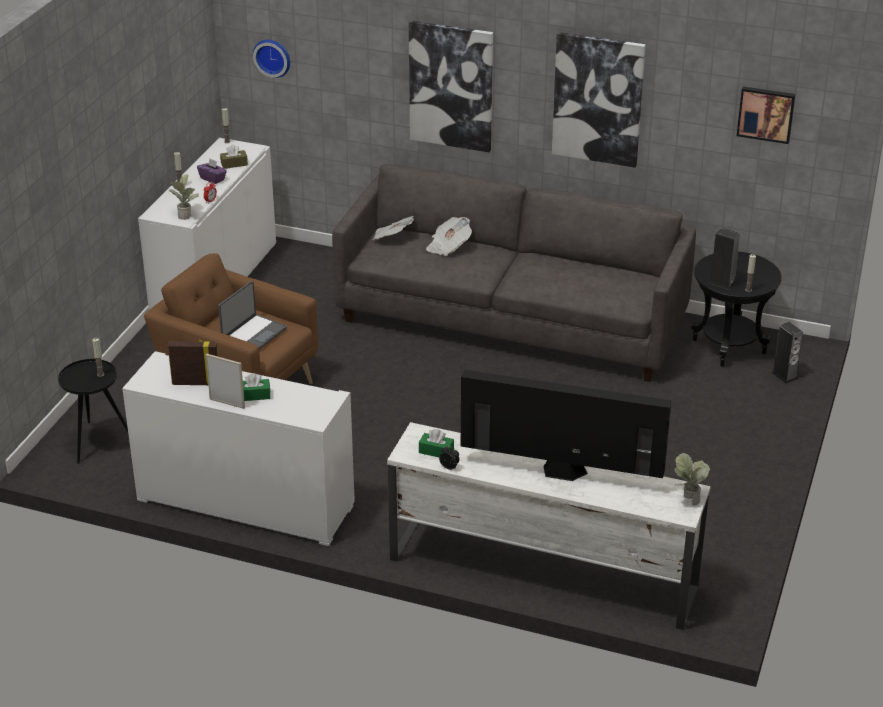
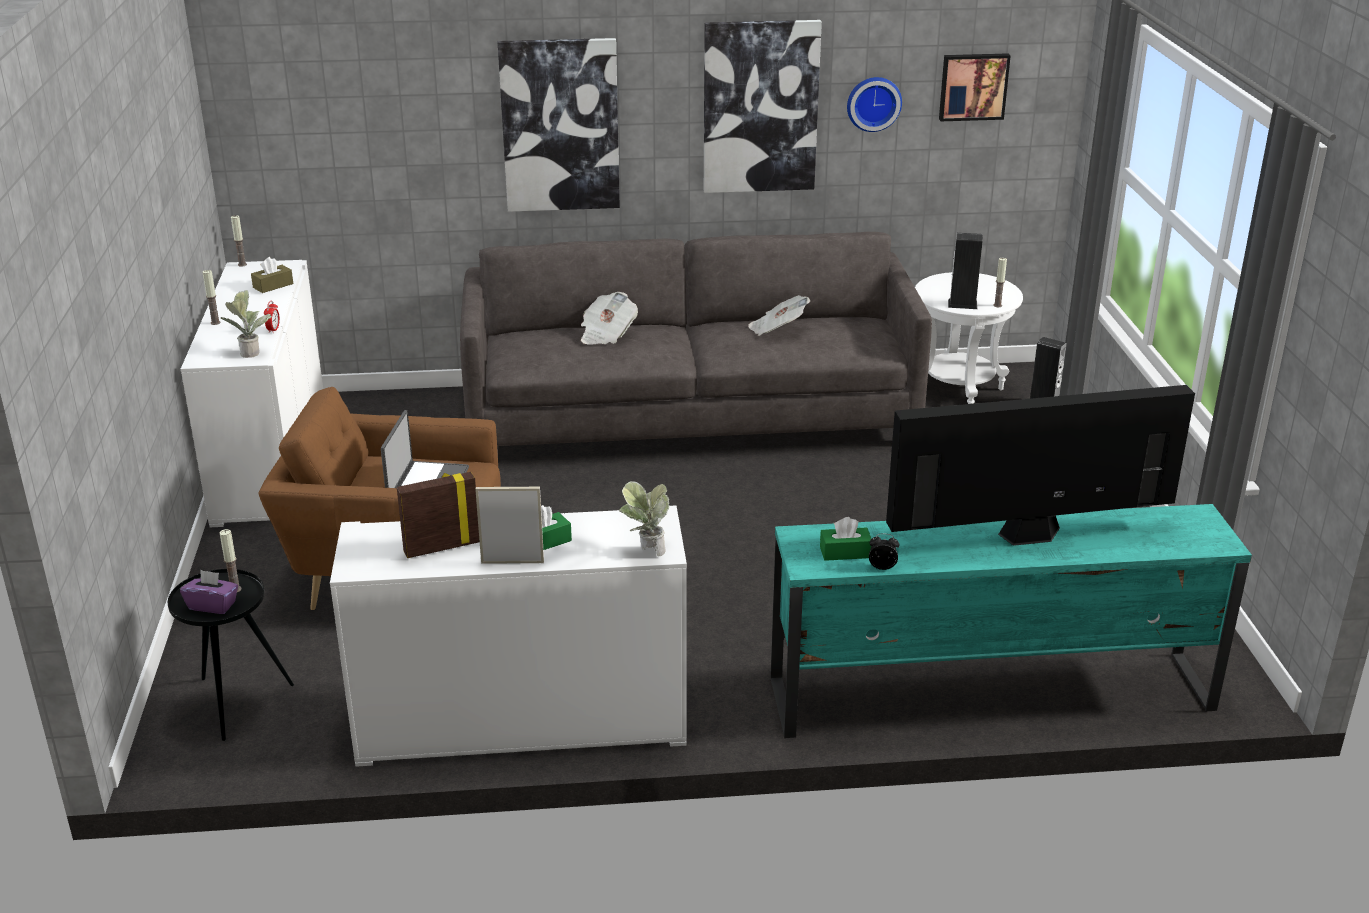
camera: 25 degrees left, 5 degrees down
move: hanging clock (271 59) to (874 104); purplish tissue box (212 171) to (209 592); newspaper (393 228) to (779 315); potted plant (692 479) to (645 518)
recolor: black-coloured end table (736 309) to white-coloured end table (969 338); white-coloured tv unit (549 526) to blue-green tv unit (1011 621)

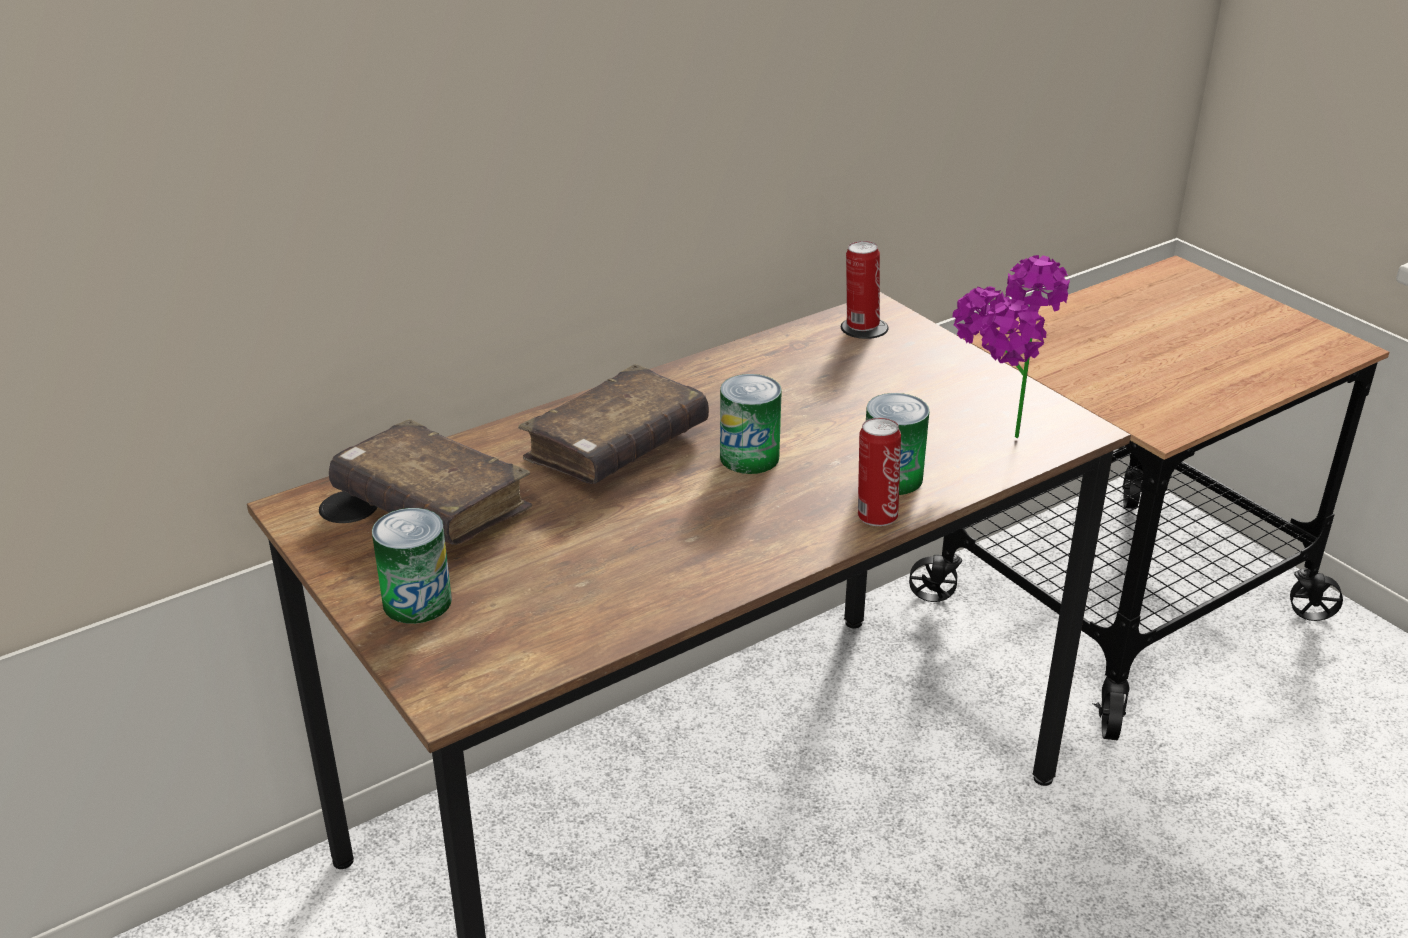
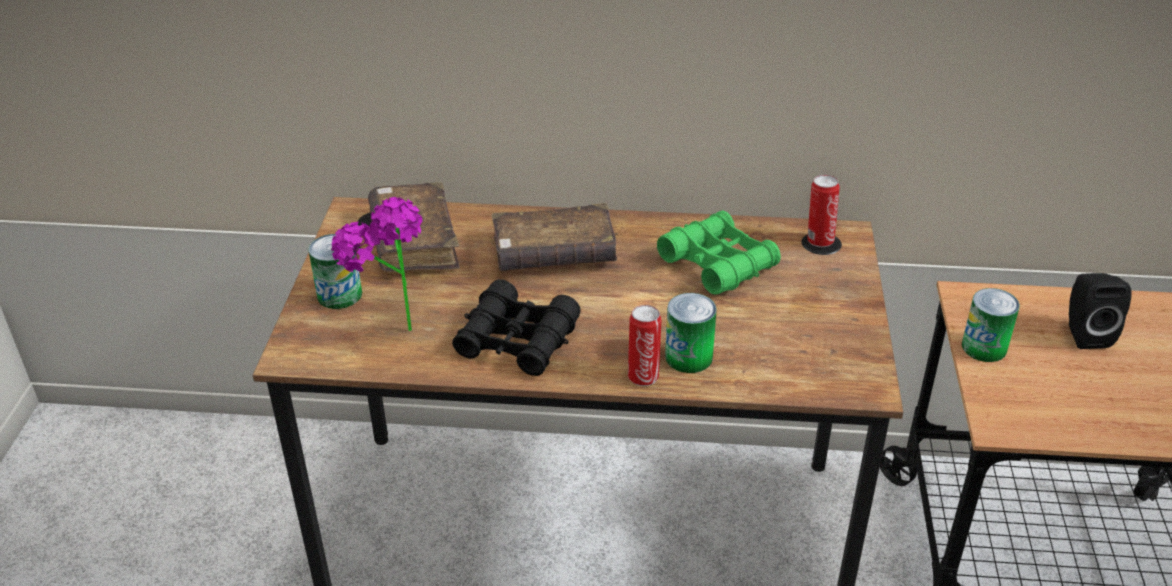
camera: 40 degrees right, 5 degrees up
insert: green-coloured binoculars (719 253); black-coloured audio speaker (1100 311); black-coloured binoculars (516 327)
move: potted plant (1011 346) to (376 264); metal can (751 424) to (991 325)

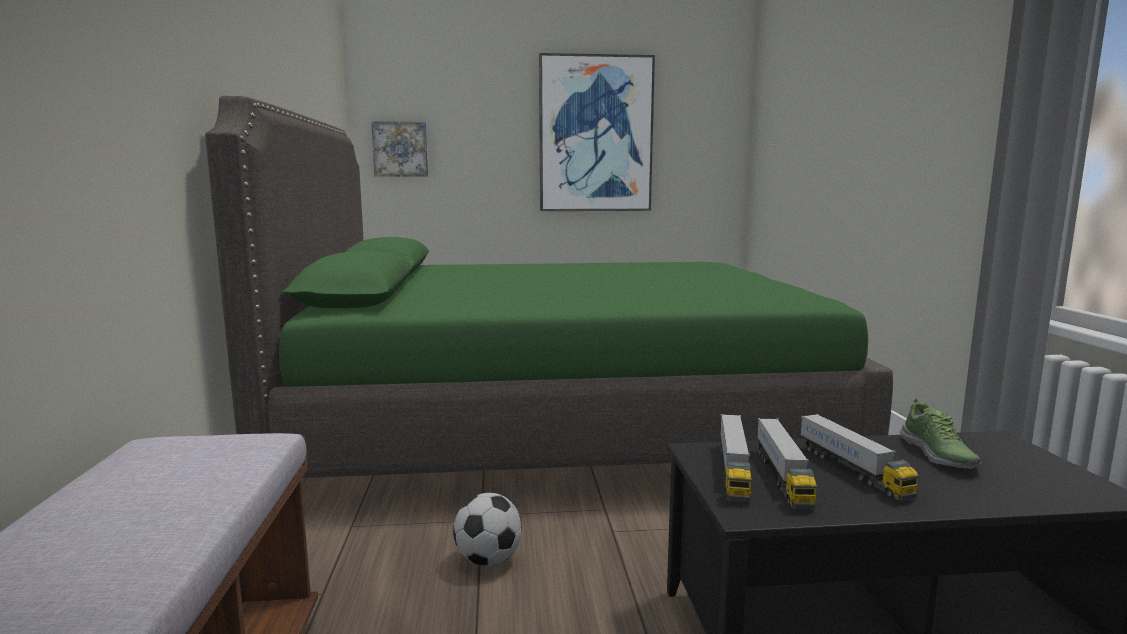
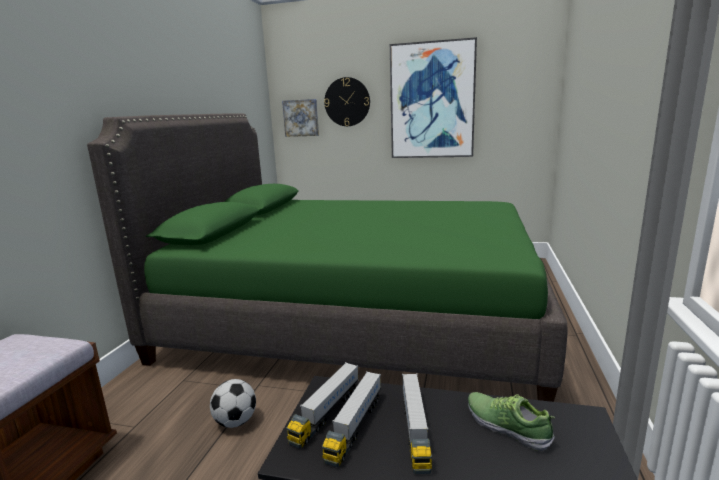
camera: 20 degrees right, 5 degrees up
insert: hanging clock (347 101)
rotate: item of footwear (940 433) = (511 421) 120 degrees clockwise

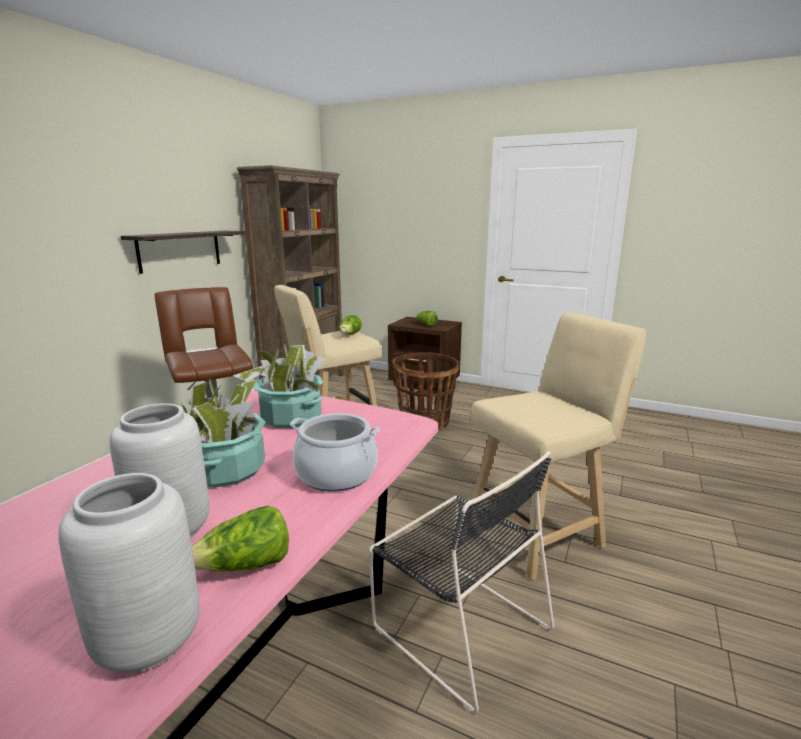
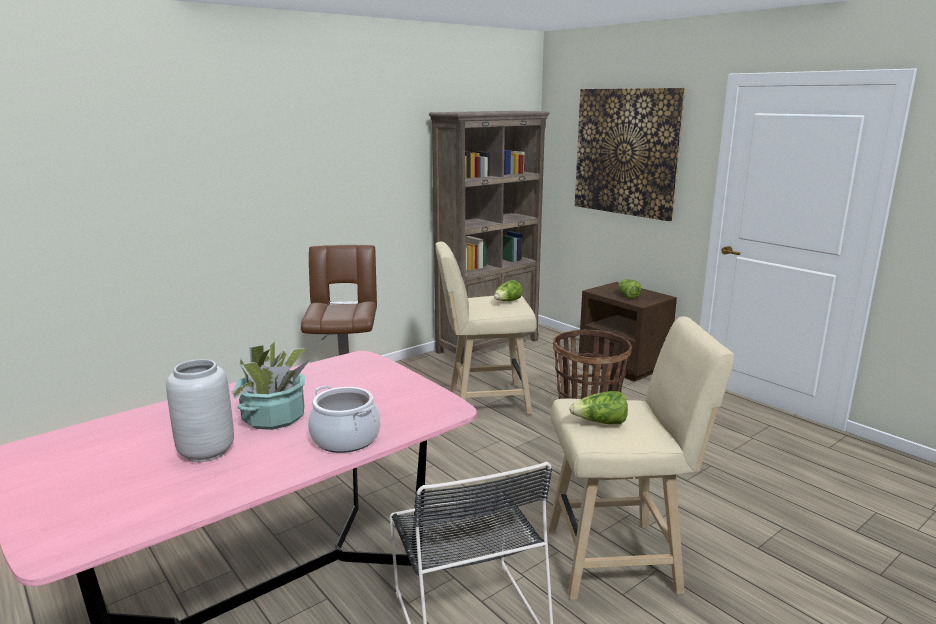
camera: 25 degrees right, 0 degrees up
delete: wall shelf (183 252); potted plant (278 386); grey decorative vase (129 573)
insert: wall art (630 154)
move: lettuce (240 539) to (598 407)

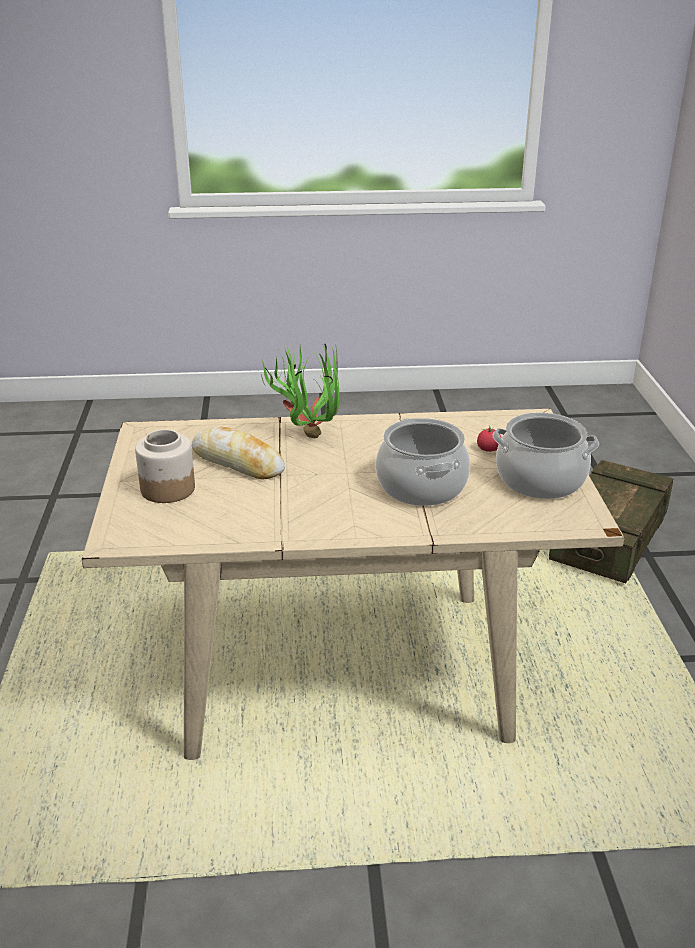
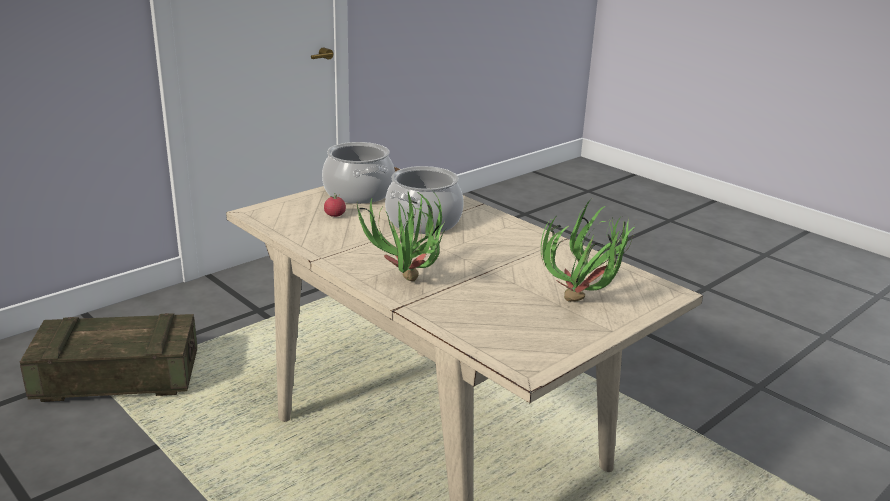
camera: 130 degrees left, 5 degrees down
delete: baked bread (238 453)
replace: jar (165 466) to potted plant (587 250)

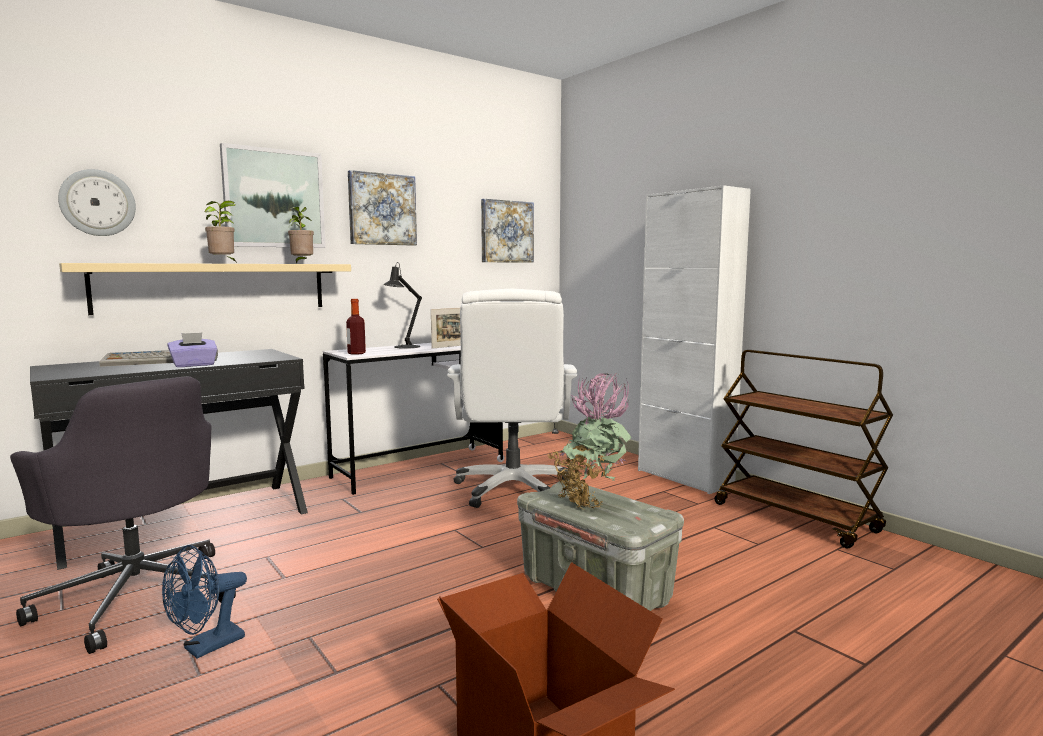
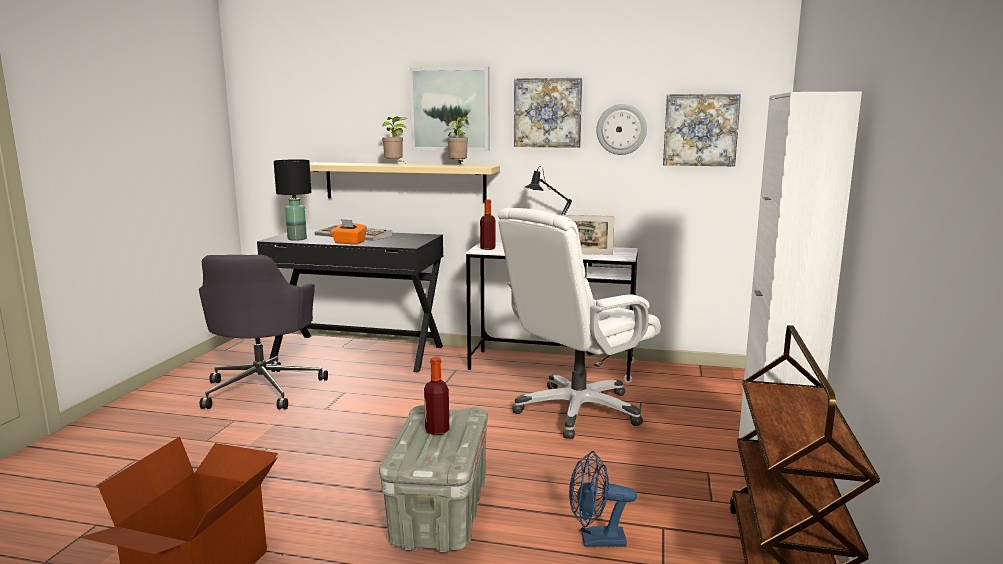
camera: 50 degrees right, 5 degrees up
insert: black-coloured tabletop lamp (292 200)
move: hanging clock (97 202) to (621 129); bluish fan (204 601) to (603 499)
replace: potted plant (589 441) to bottle (437 396)
recolor: purplish tissue box (192 349) to orange tissue box (349 232)

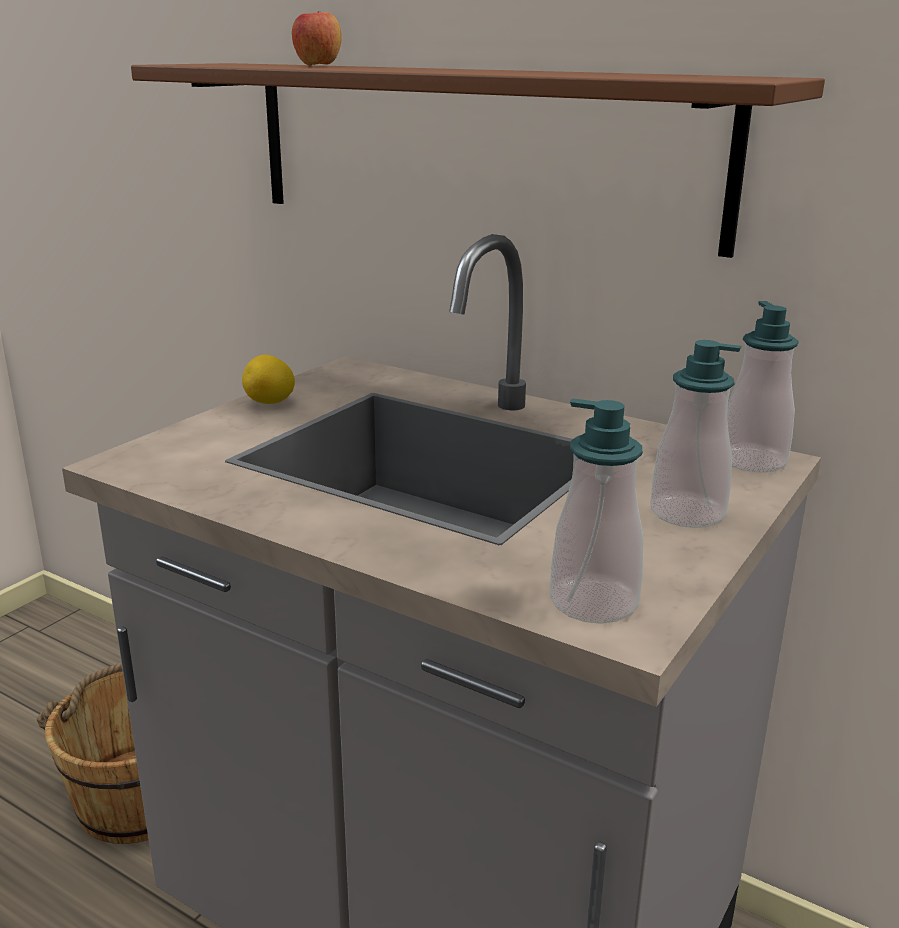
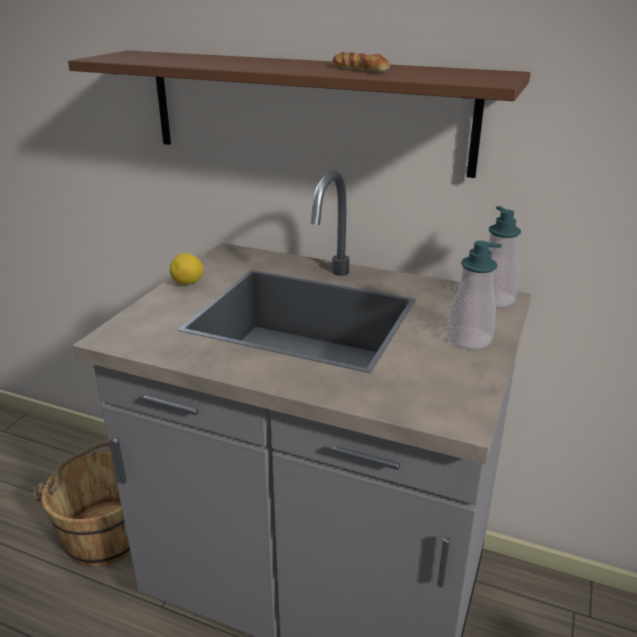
camera: 10 degrees left, 5 degrees up
delete: whole apple (317 38); soap bottle (596 511)
insert: baked bread (361 62)

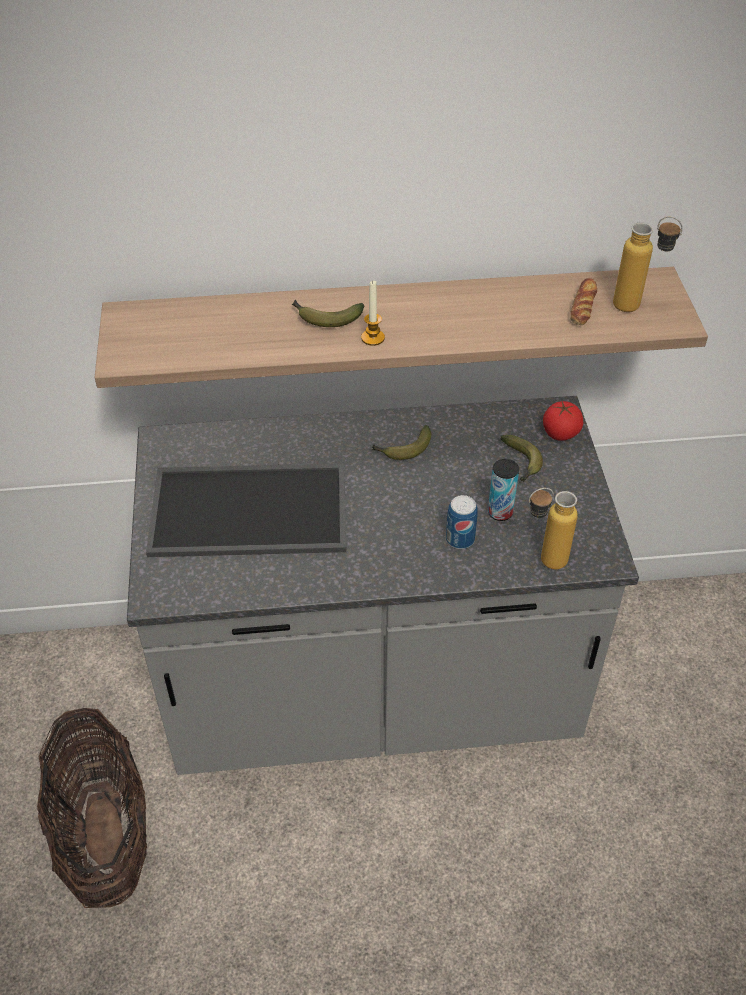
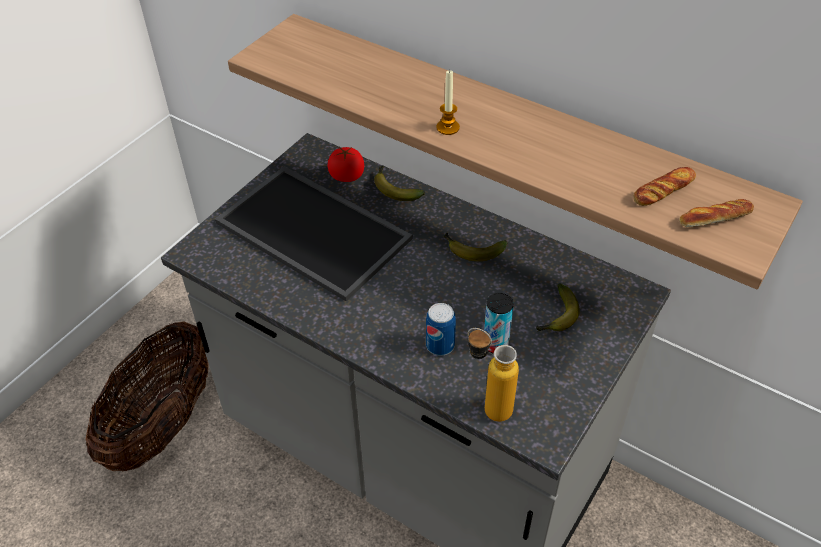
camera: 40 degrees right, 0 degrees up
move: whole banana (328 313) to (399 183); whole tomato (563 421) to (345 164)
replace: bottle (648 264) to baked bread (716 213)

